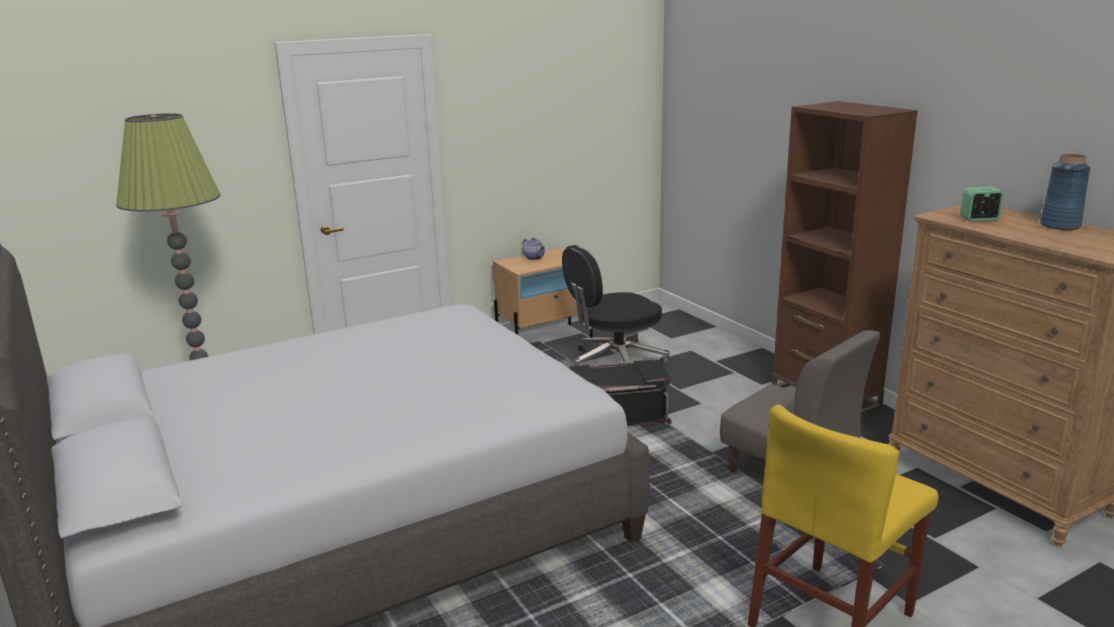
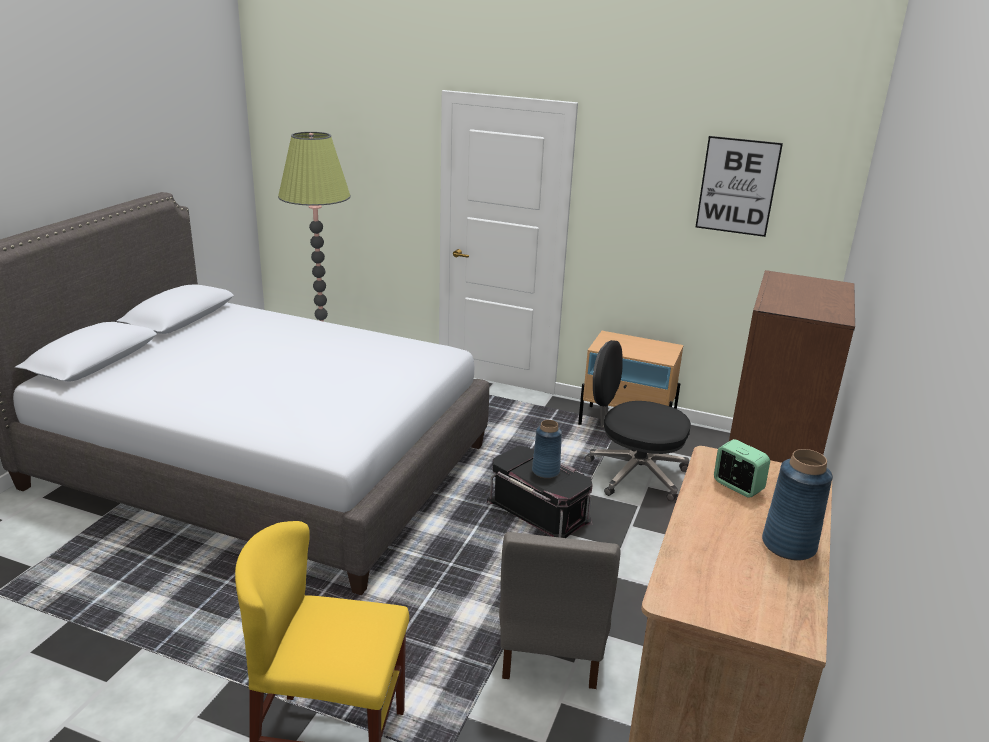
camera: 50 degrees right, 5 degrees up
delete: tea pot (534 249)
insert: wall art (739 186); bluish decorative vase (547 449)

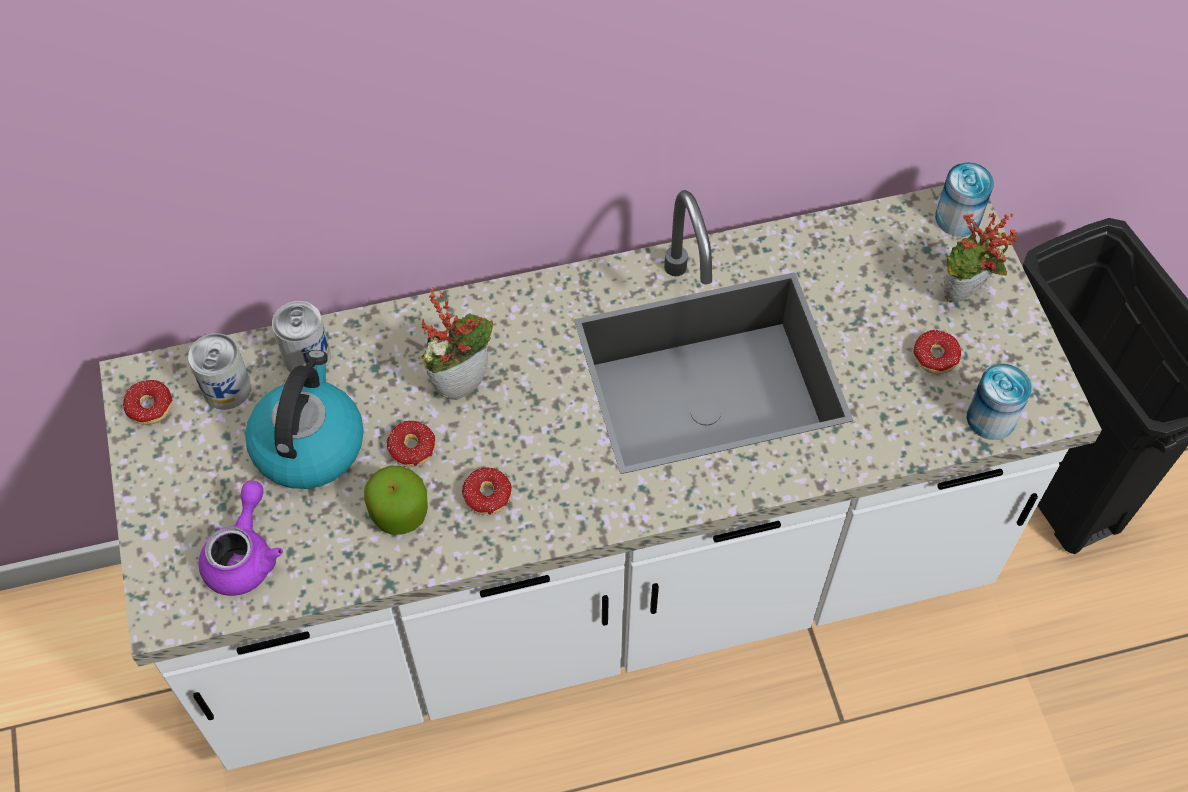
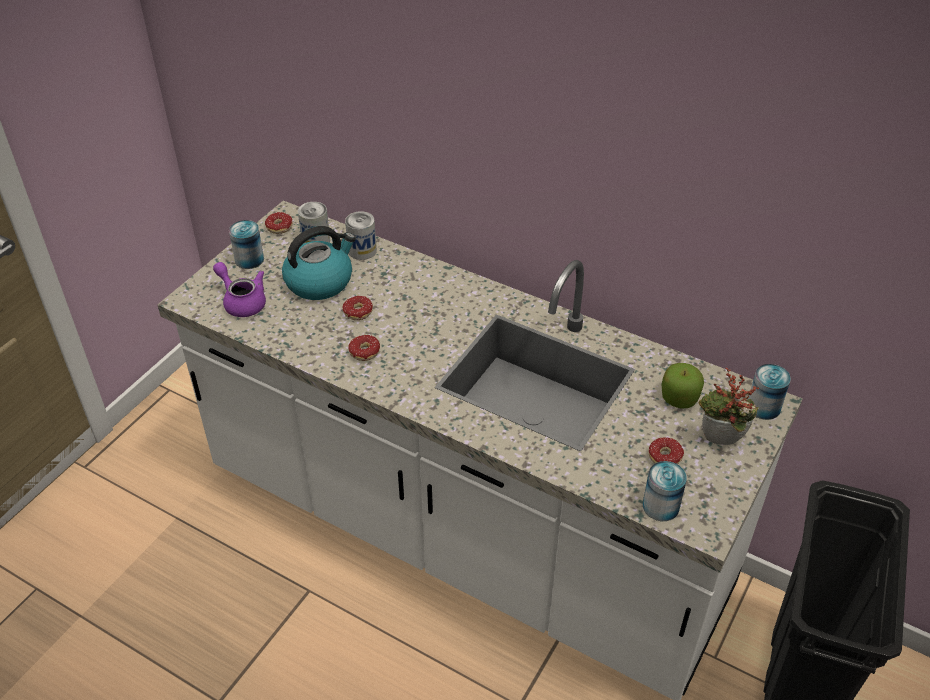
camera: 45 degrees right, 15 degrees down
delete: potted plant (457 343)
insert: metal can (246 244)
move: whole apple (396 500) to (683 385)
rotate: purplish tea pot (240 538) = (239 289) 105 degrees counterclockwise

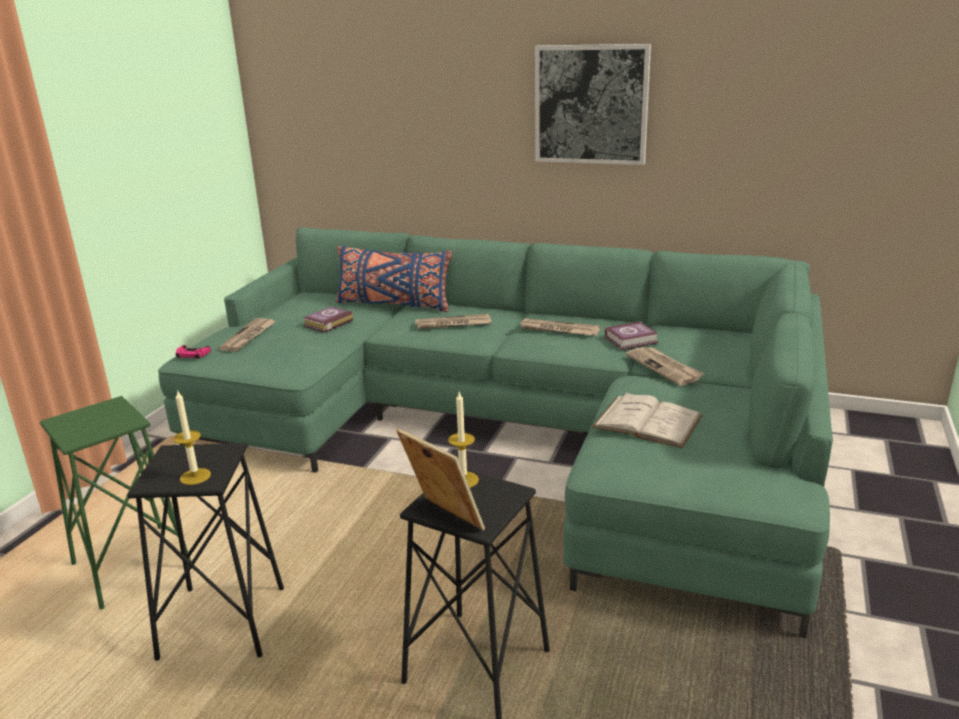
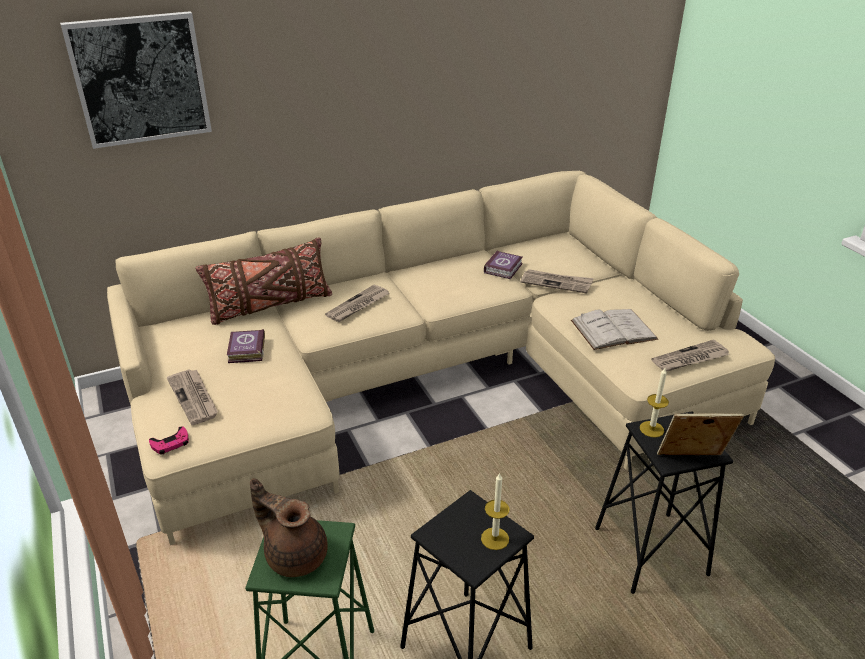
camera: 45 degrees left, 10 degrees up
insert: brown-coloured tea pot (289 527)
move: wall art (593 104) to (136 80); newspaper (560 327) to (691 355)
recolor: green-coloured couch (495 432) to sand-coloured couch (441 358); bluish cushion (394 279) to brown-coloured cushion (263 281)

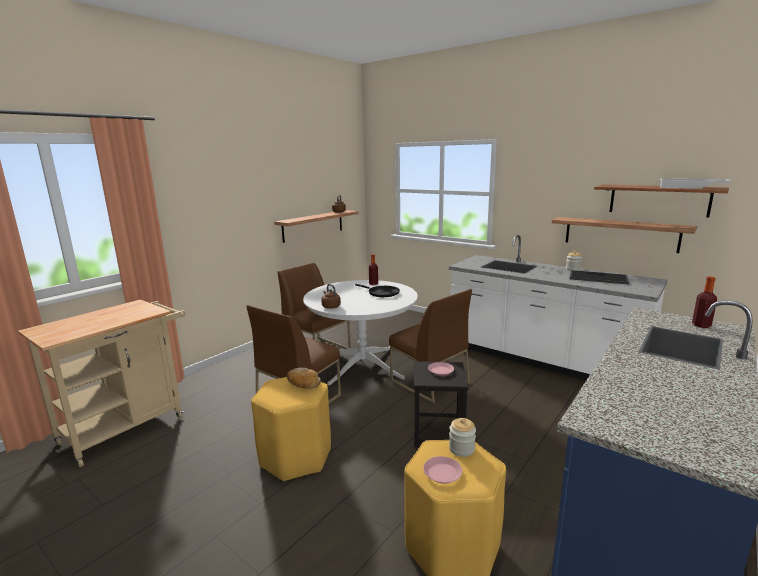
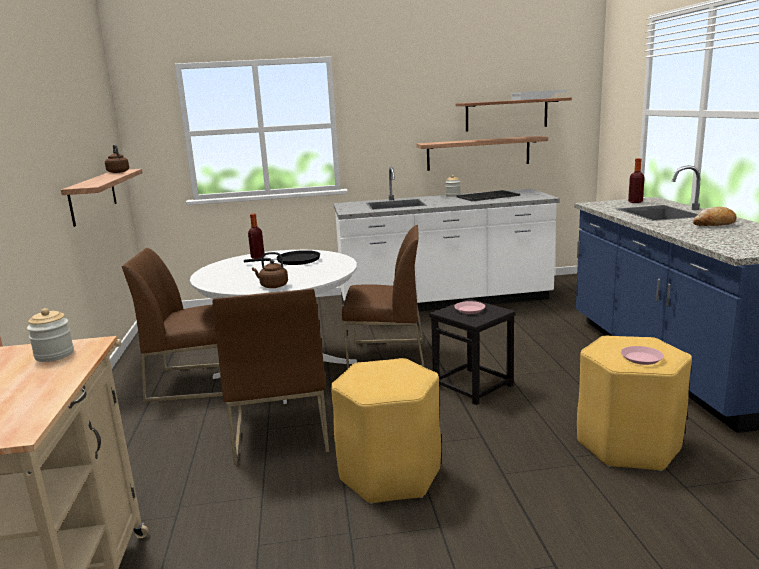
camera: 45 degrees left, 0 degrees up
move: baked bread (304 378) to (715 216); jar (462 437) to (50 335)

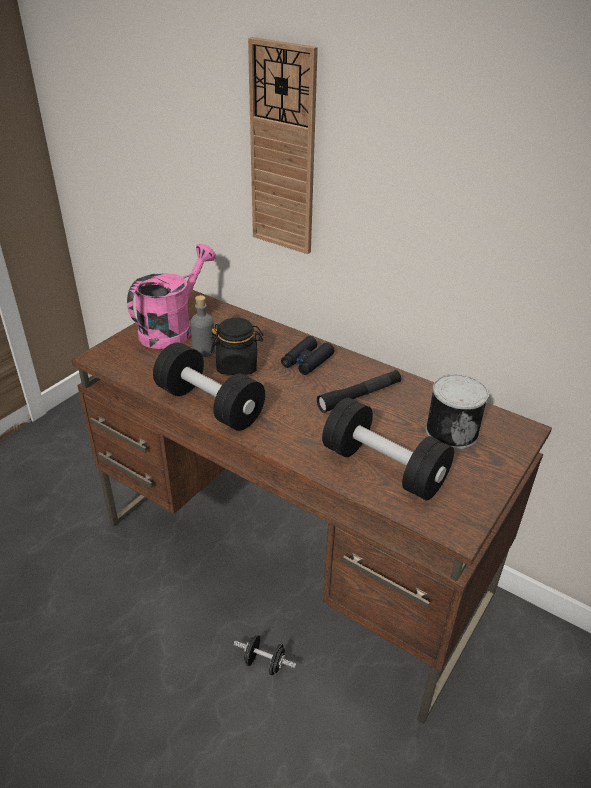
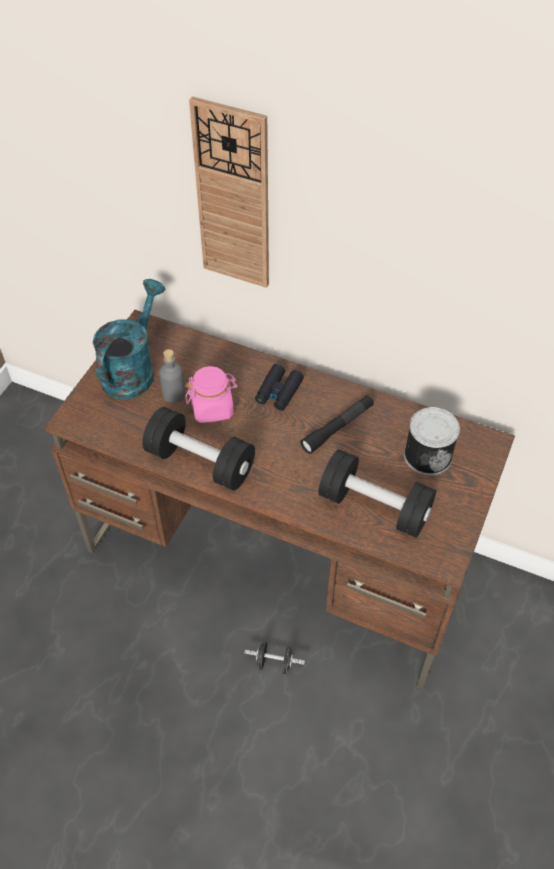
camera: 10 degrees left, 15 degrees up
recolor: pink-coloured sprinkling can (171 296) to blue-green sprinkling can (129 339); black-coloured jar (236 346) to pink-coloured jar (211 394)

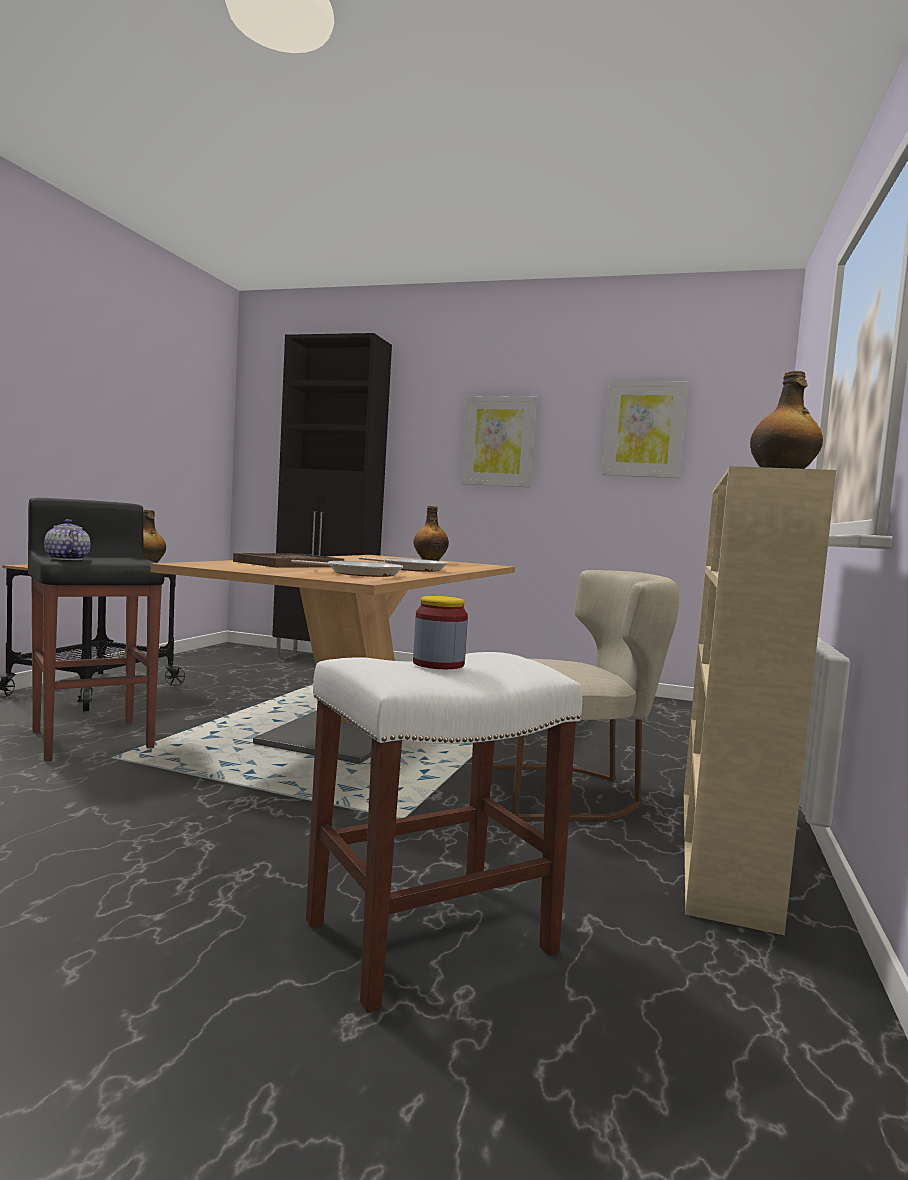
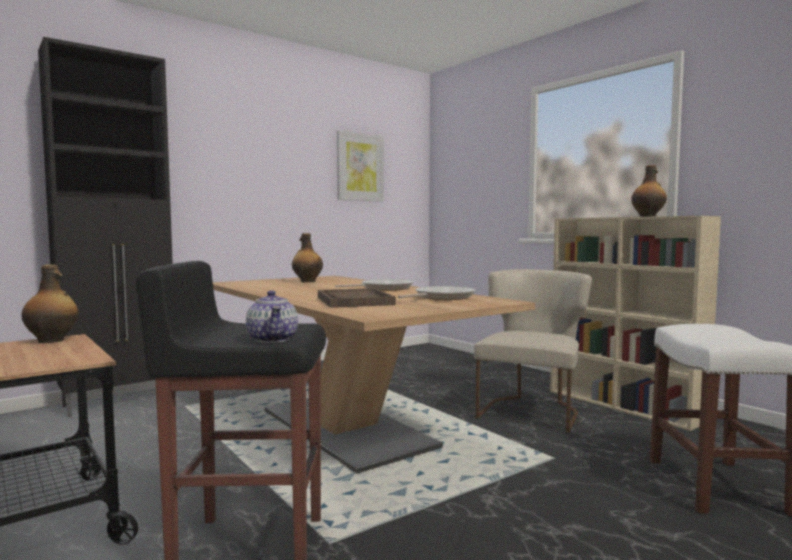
camera: 55 degrees left, 0 degrees up
delete: wall art (499 441); jar (440 632)
rotate: tea pot (67 539) = (272 316) 105 degrees counterclockwise

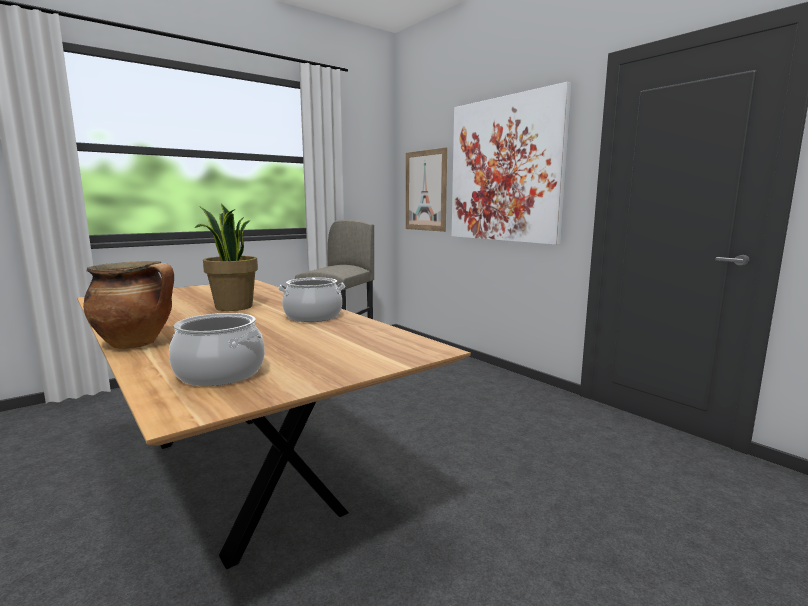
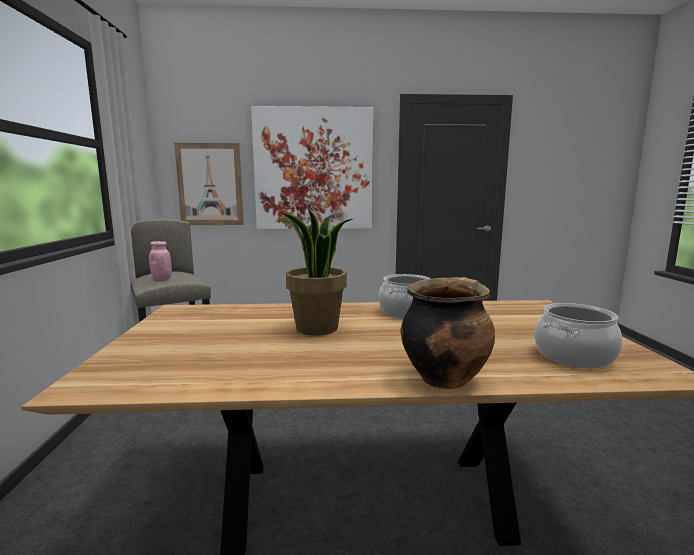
camera: 55 degrees left, 0 degrees up
insert: pink-coloured jar (160 260)

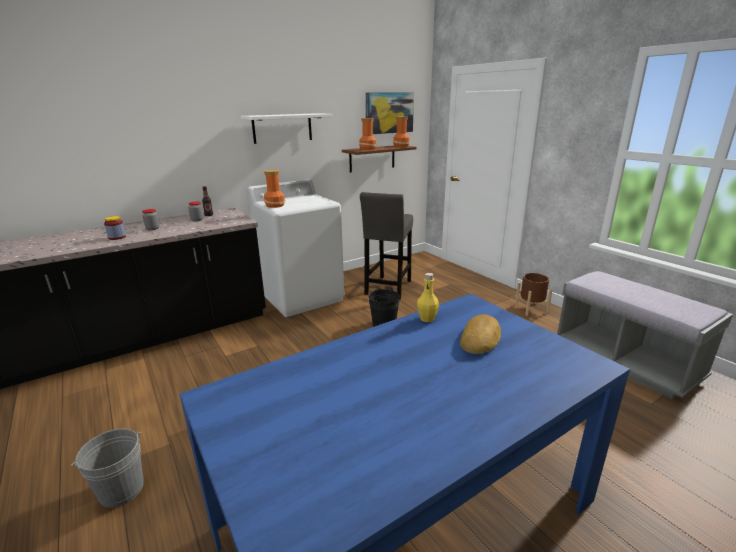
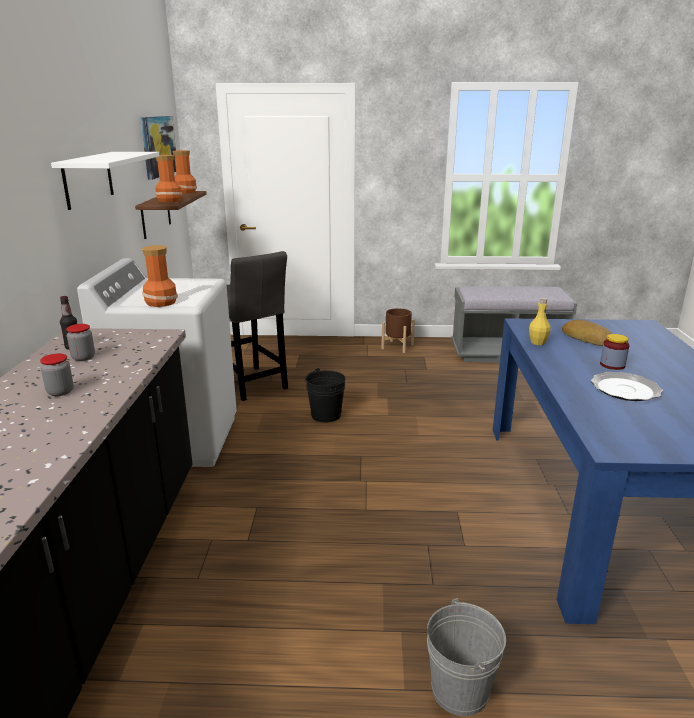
camera: 55 degrees left, 0 degrees up
insert: plate (627 386)
move: jar (115 228) to (615 352)

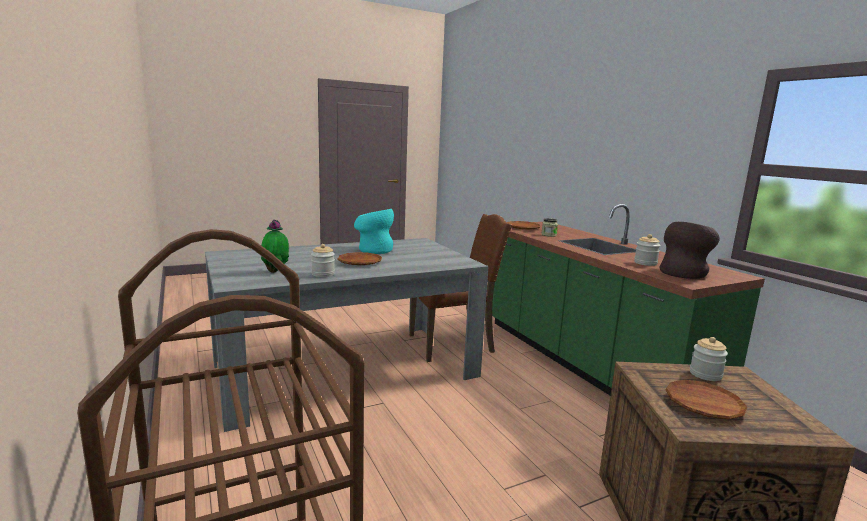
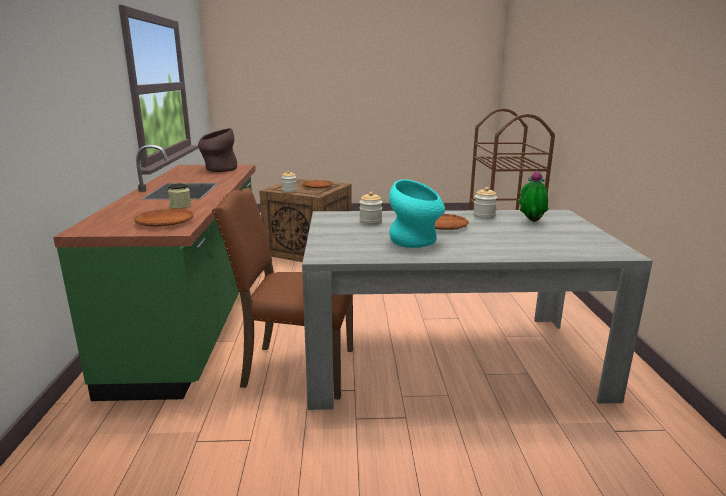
camera: 155 degrees left, 5 degrees up
move: jar (647 250) to (370 208)

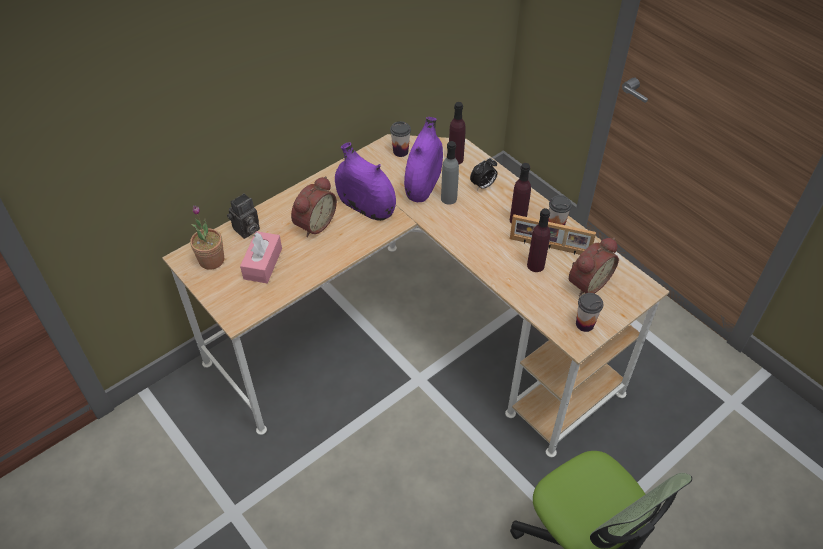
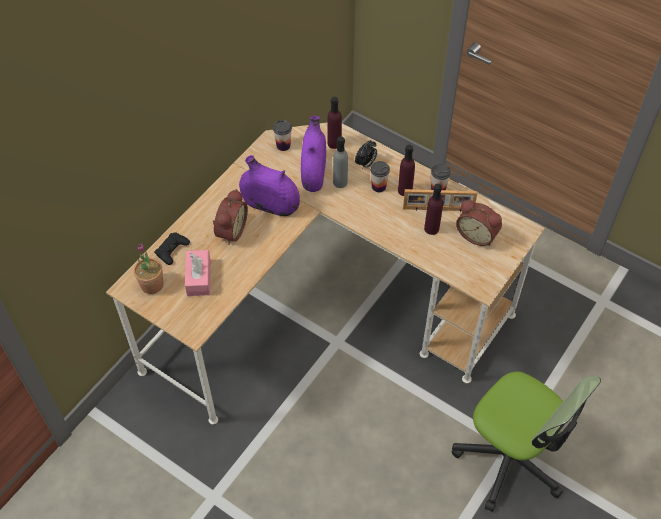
camera: 15 degrees left, 5 degrees up
move: cup (589 312) to (380 176)
replace: photo camera (243 216) to black-coloured game controller (172 248)
rotate: bedside clock (594 267) = (479 223) 90 degrees clockwise

